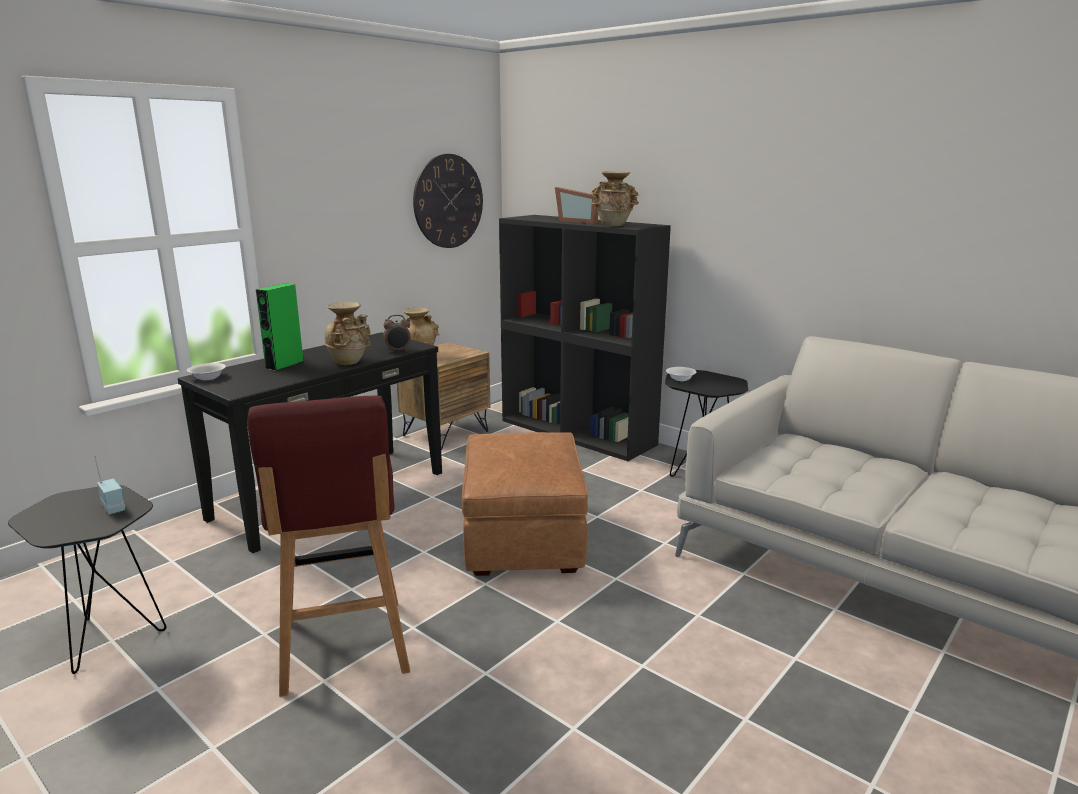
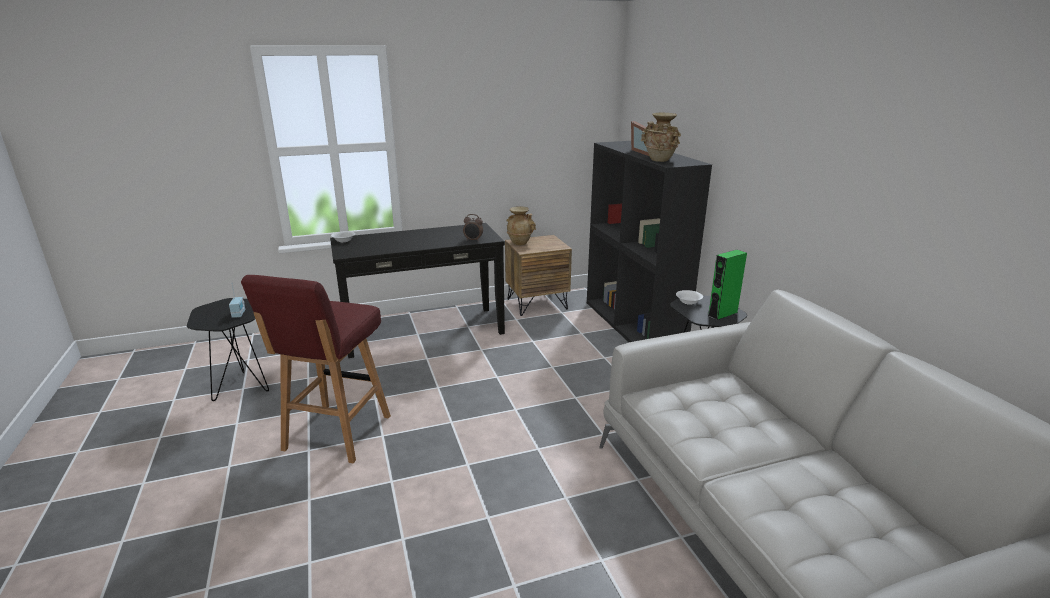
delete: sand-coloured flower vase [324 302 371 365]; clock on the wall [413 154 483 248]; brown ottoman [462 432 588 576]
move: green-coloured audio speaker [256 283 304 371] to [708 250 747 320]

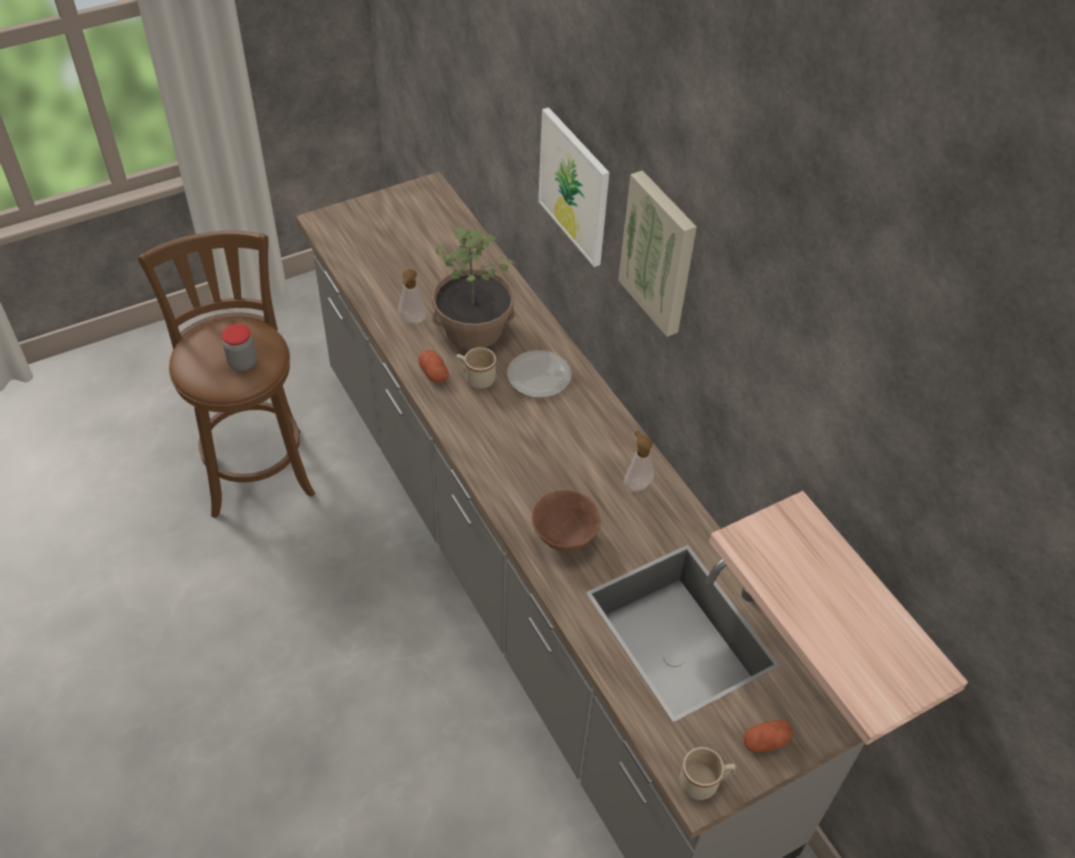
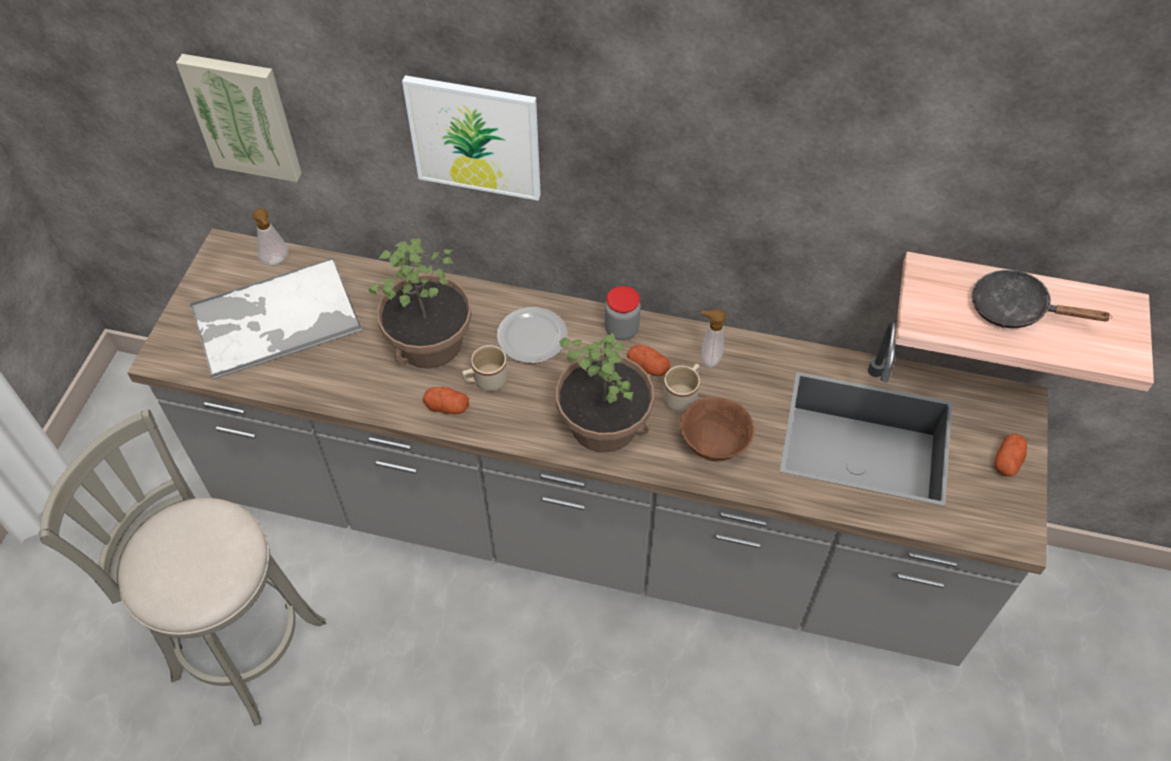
insert: serving tray [190 258 363 380]; plant in a pot [556 332 654 452]; spud [627 345 671 376]; black-coloured frying pan [972 270 1112 328]
move: jar [222 324 257 371] to [605 286 641 340]; soap bottle [398 269 426 324] to [252 208 289 266]; picture [618 170 697 337] to [176 54 302 182]; sand-coloured coffee mug [679 747 736 800] to [663 364 700 412]
recolor: brown stool seat [138 231 315 518] to greyish stool seat [39 410 326 726]

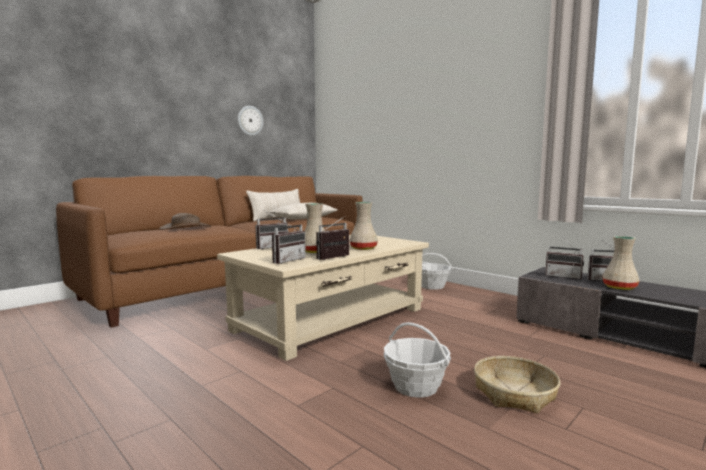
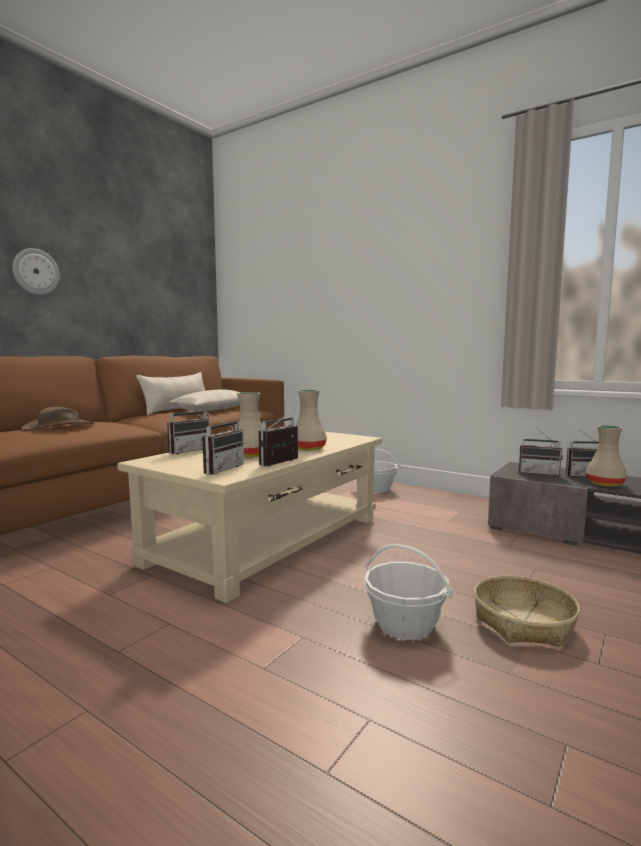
move: clock on the wall [238 106 263 136] to [13 248 60 295]

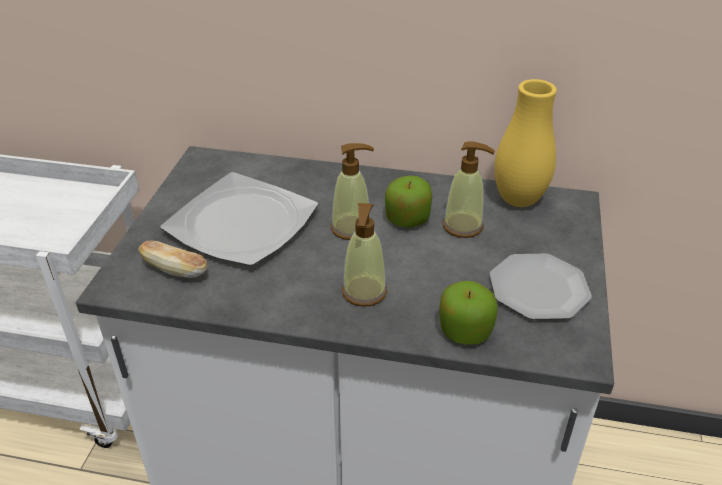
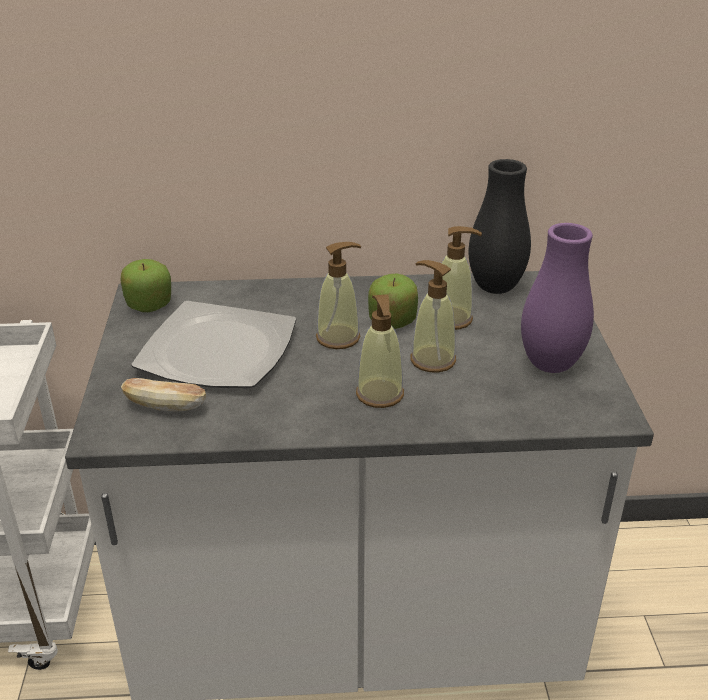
insert: soap bottle [411 260 456 373]
move: apple fruit [439 281 498 345] to [120 259 171 312]
replace: plate [489 254 592 320] to purple-coloured flower vase [521 223 594 373]
recolor: yellow flower vase [494 79 557 207] to black-coloured flower vase [469 159 531 294]

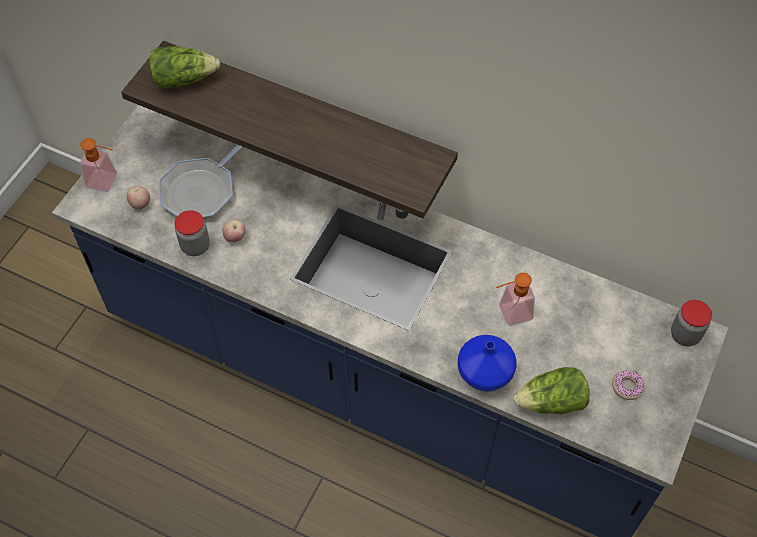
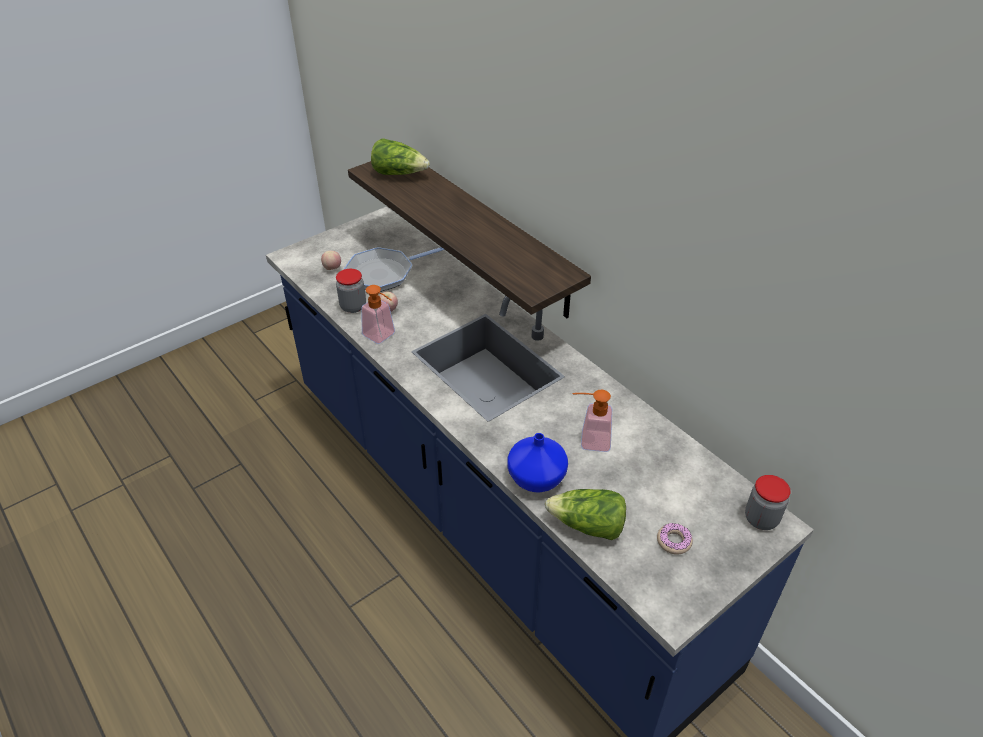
move: soap bottle [80 138 117 192] to [361 285 395 344]

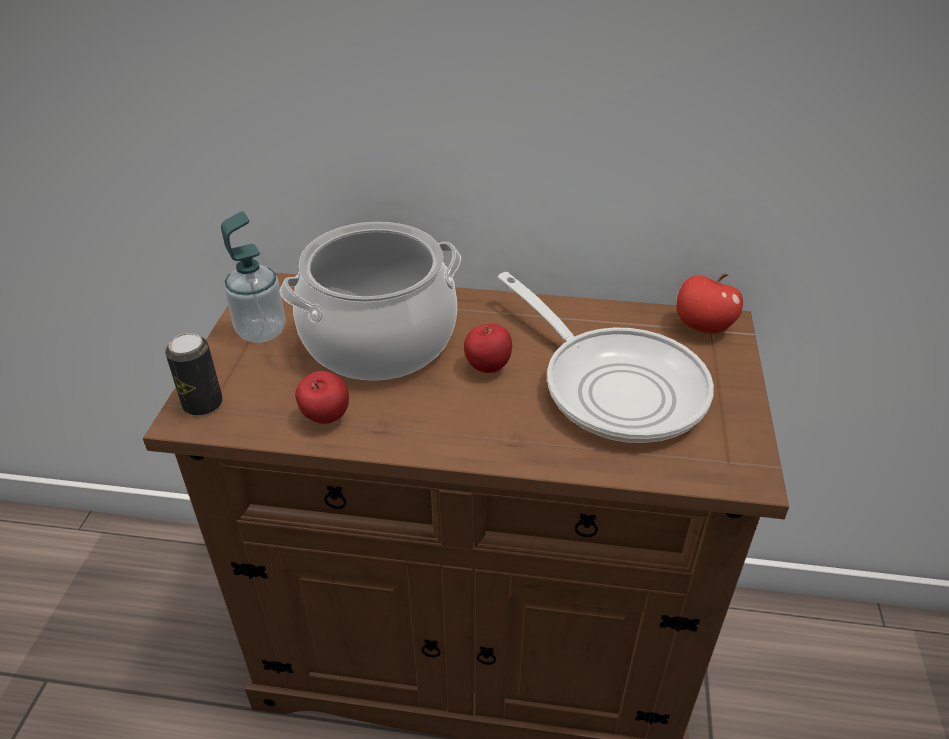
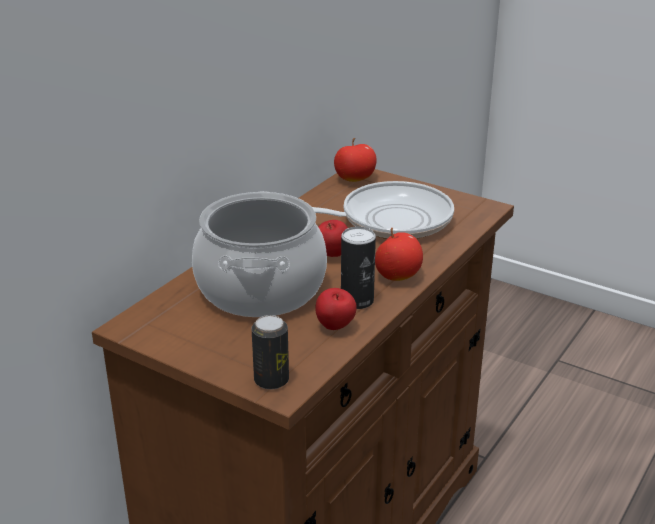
delete: soap bottle [221 211 285 343]
insert: metal can [341 226 376 309]; apple fruit [375 228 423 281]

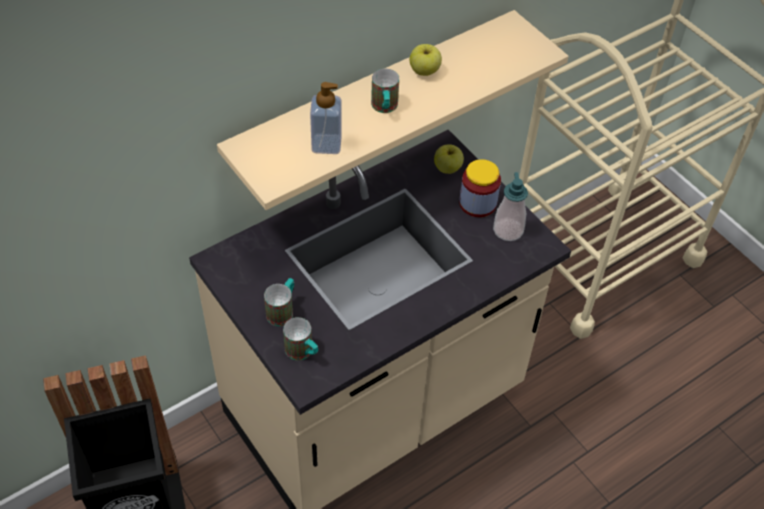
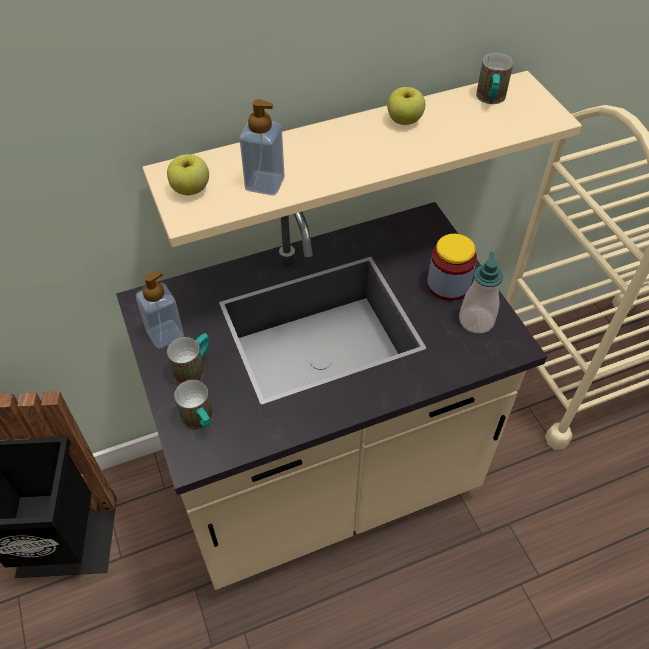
insert: soap bottle [136 271 184 349]
move: coffee mug [371 68 399 113] to [476 53 513 104]; apple fruit [434 144 464 174] to [167 154 209 195]

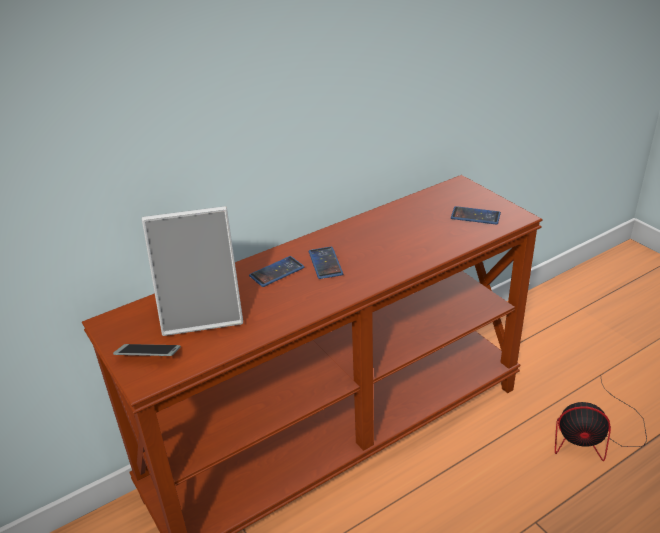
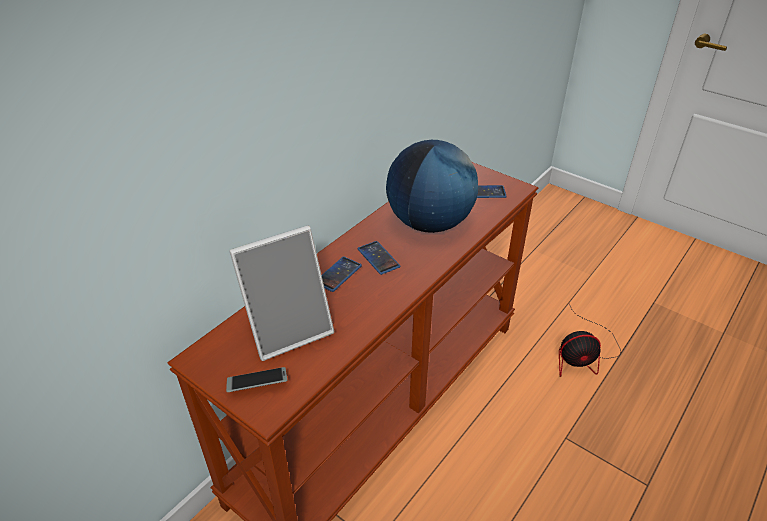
insert: globe [386 140 478 233]

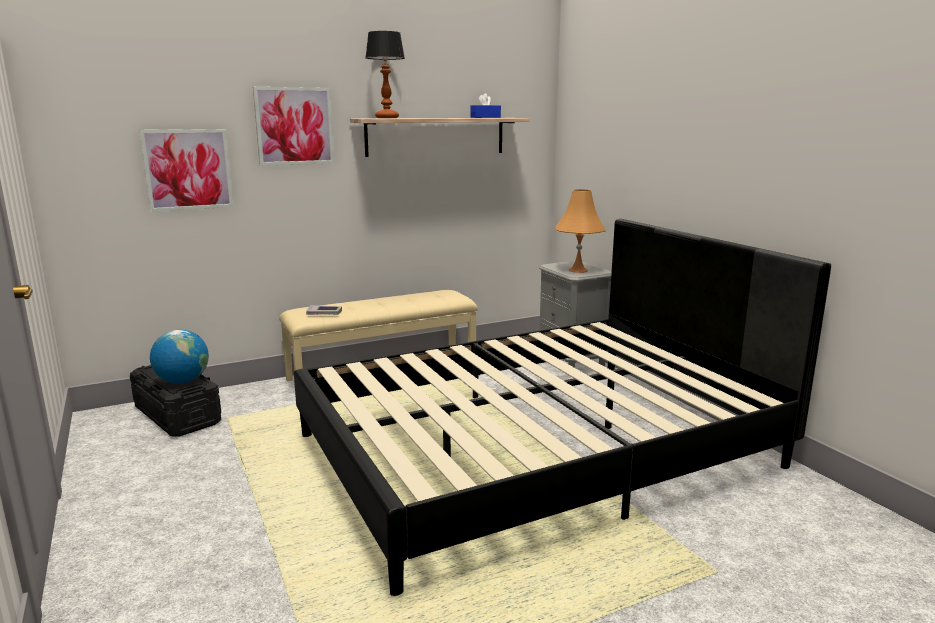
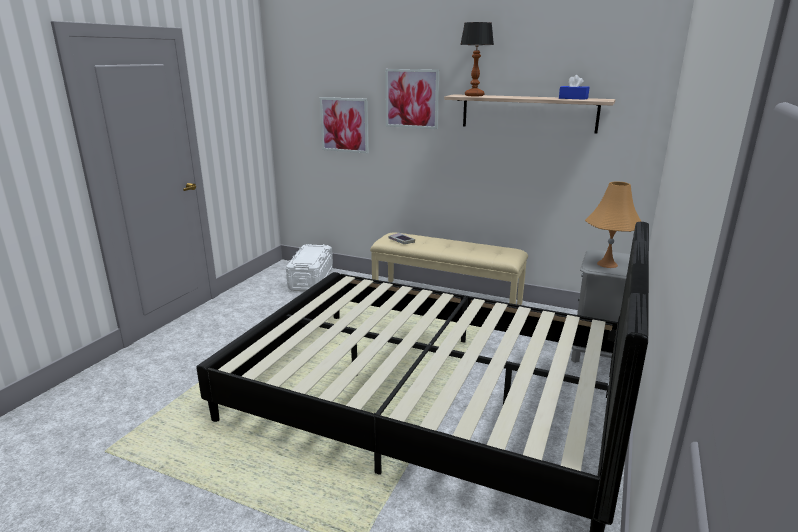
delete: globe [150 330 209 384]
recolor: black-coloured storage bin [130 365 221 437] to white storage bin [286 244 333 291]

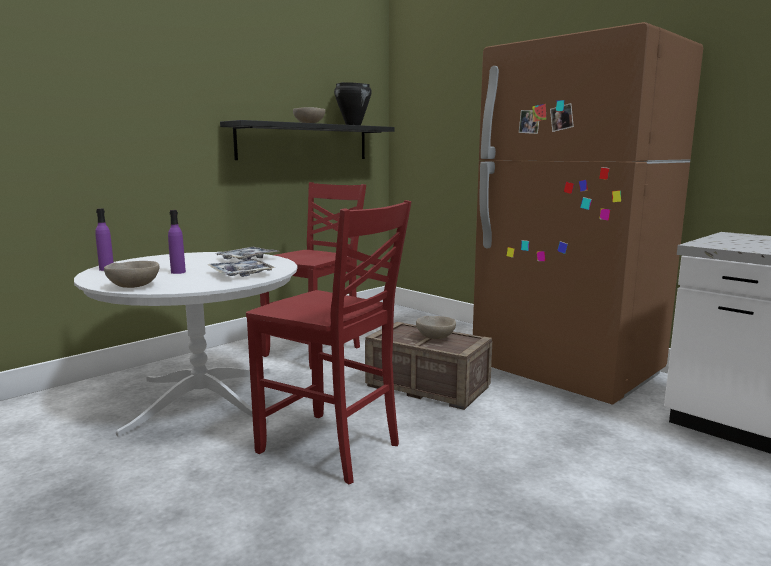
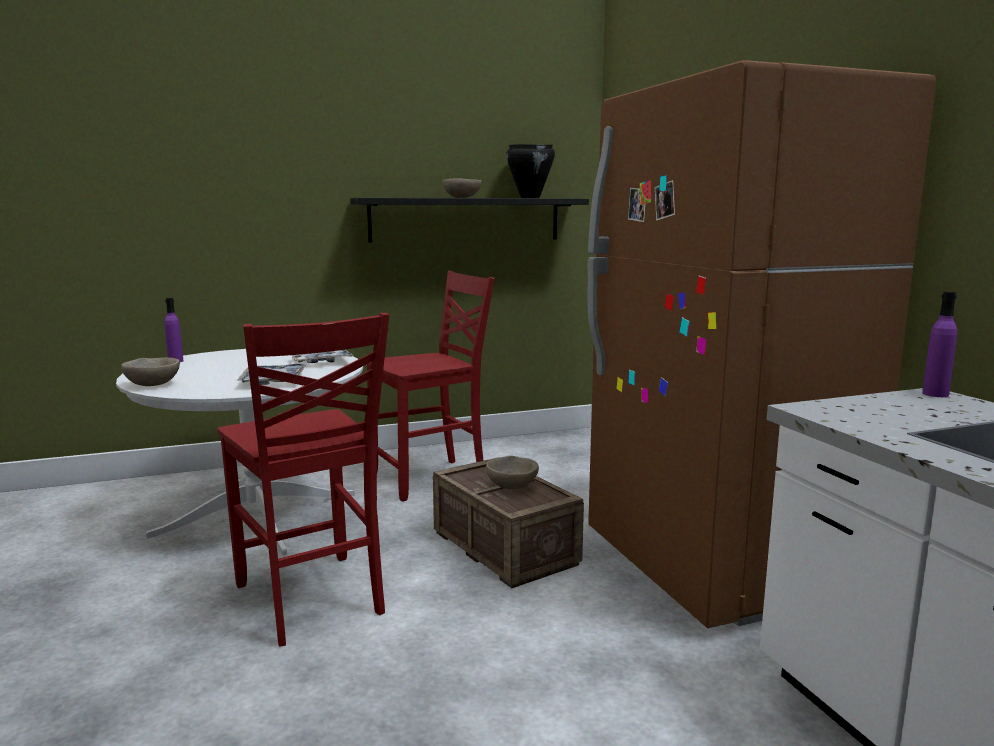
move: purple-coloured beverage bottle [168 210 186 274] to [923 291 957 397]

